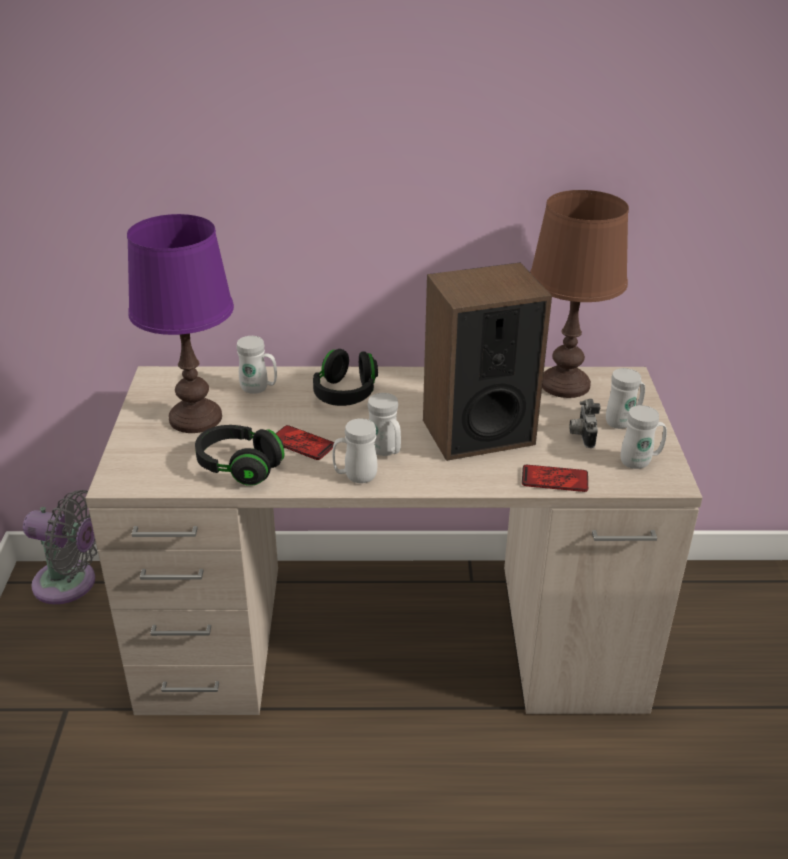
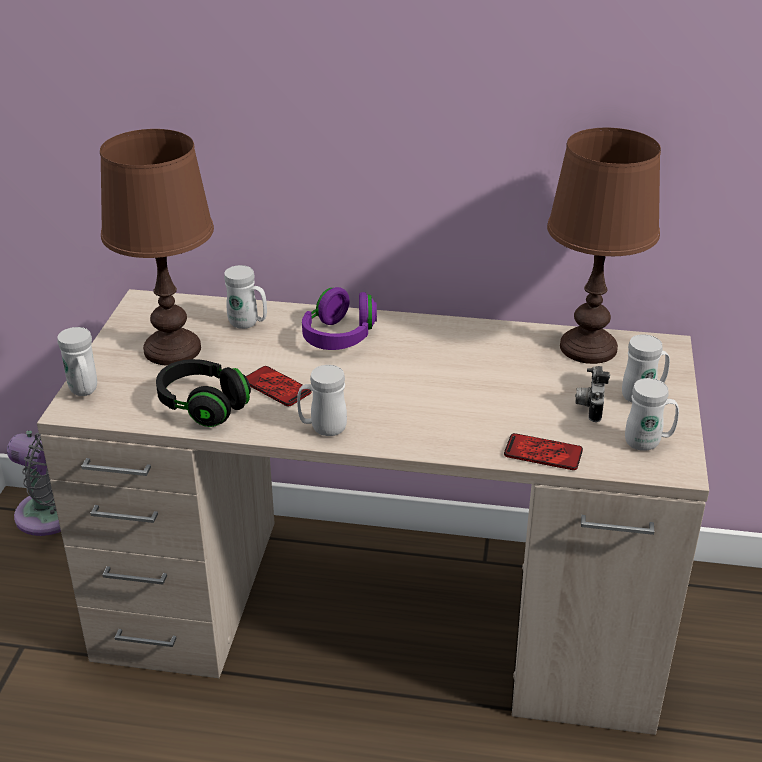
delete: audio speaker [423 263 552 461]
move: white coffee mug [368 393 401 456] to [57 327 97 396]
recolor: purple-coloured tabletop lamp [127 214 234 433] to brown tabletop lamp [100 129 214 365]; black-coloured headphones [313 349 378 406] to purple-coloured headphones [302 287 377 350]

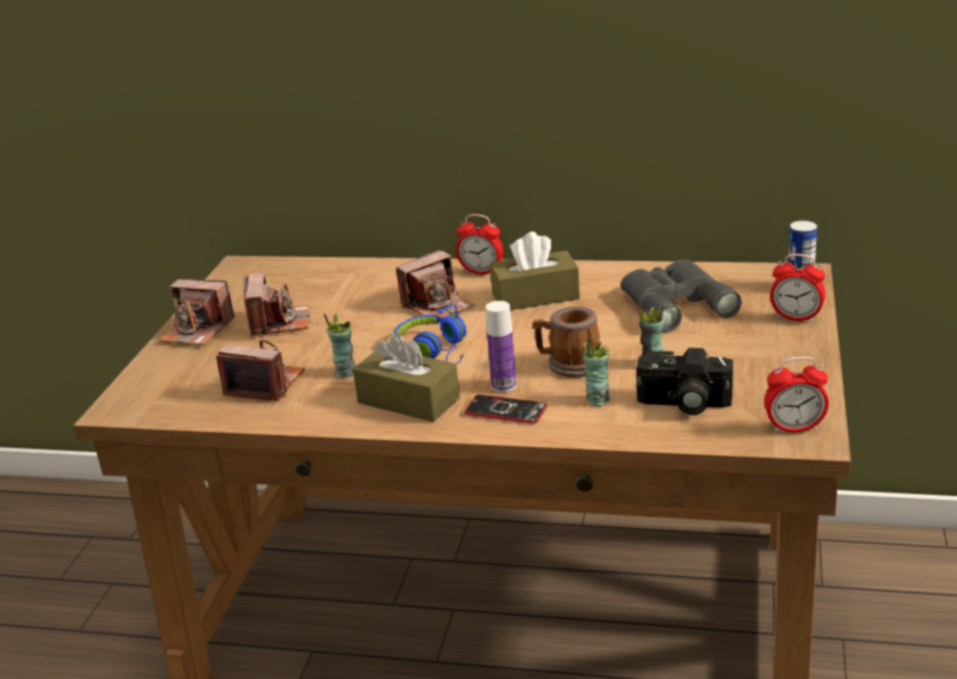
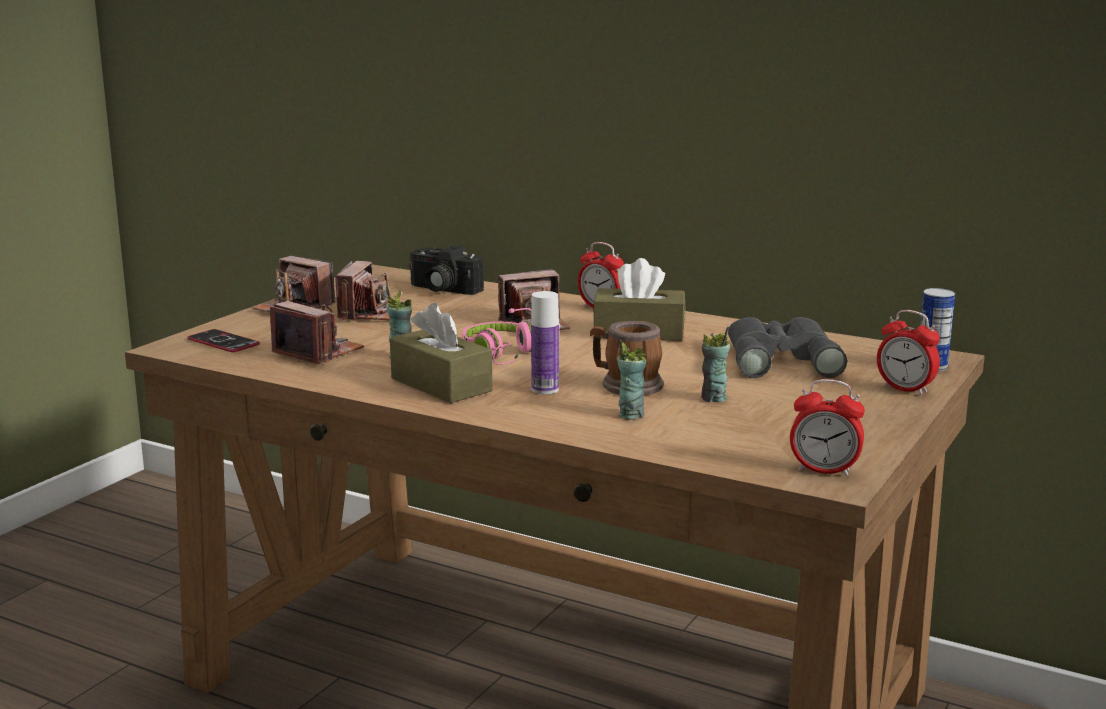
move: handset [464 395 547 424] to [187 329 260 352]; photo camera [636 348 733 415] to [408 245 484 295]
recolor: blue-coloured headphones [393 304 467 365] to pink headphones [462 308 531 365]

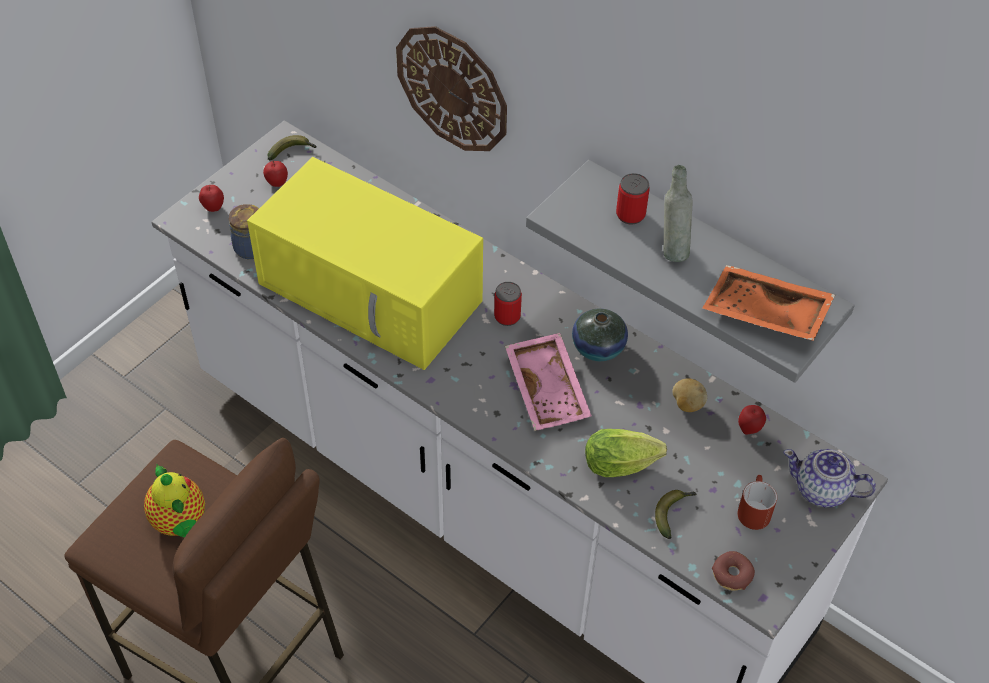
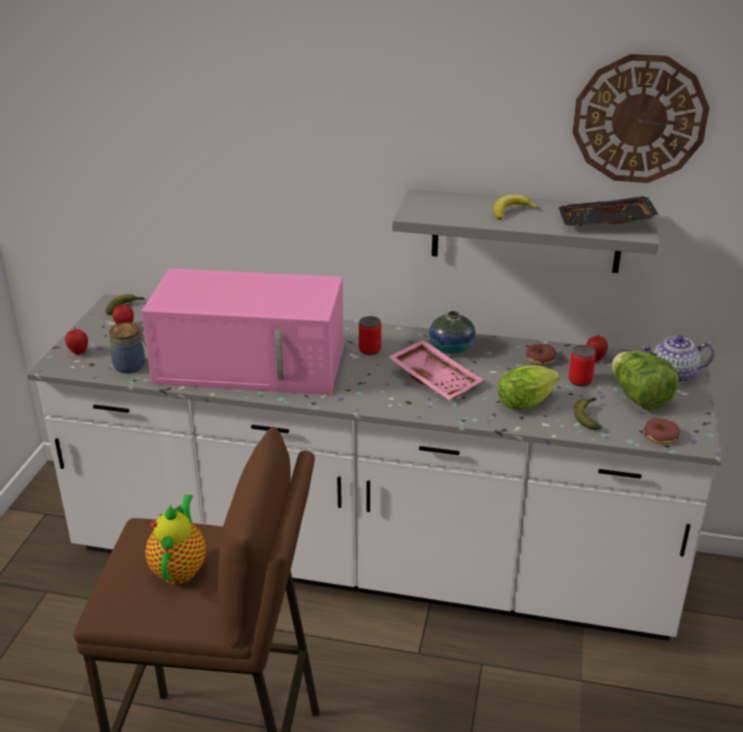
move: clock on the wall [396 26 507 151] to [573 54 710 183]; metal can [616 173 650 225] to [569 345 596 387]
replace: greyish beverage bottle [664 165 692 262] to banana [493 194 539 220]; spud [672 378 707 412] to ring doughnut [526 344 557 365]; red coffee mug [737 475 777 530] to head of lettuce [612 351 678 410]
recolor: yellow kitchen microwave [247 157 483 370] to pink kitchen microwave [141 268 344 395]; orange serving tray [702 265 835 341] to black-coloured serving tray [558 196 659 226]
rotate: tea pot [144 464 205 538] = [145 495 206 584] 120 degrees counterclockwise

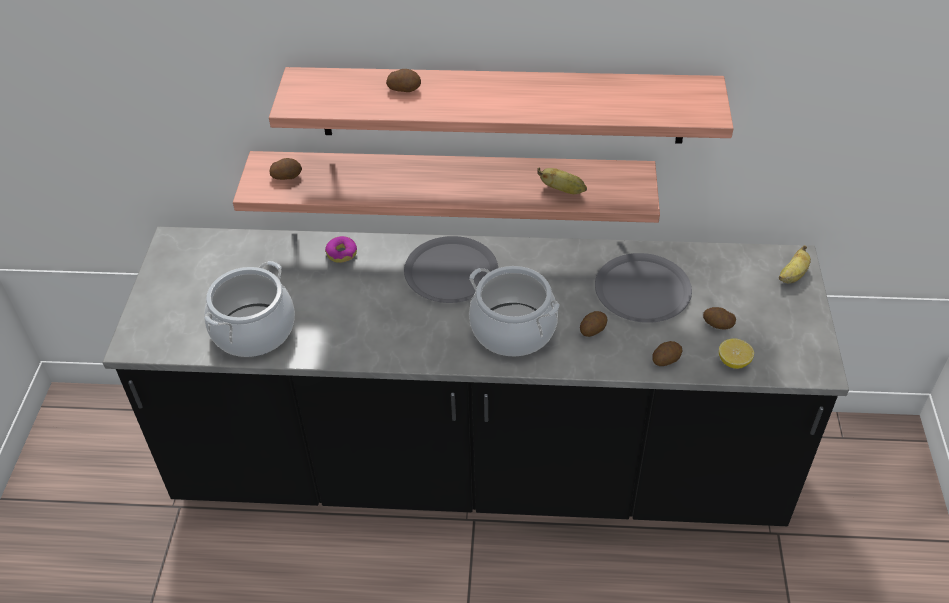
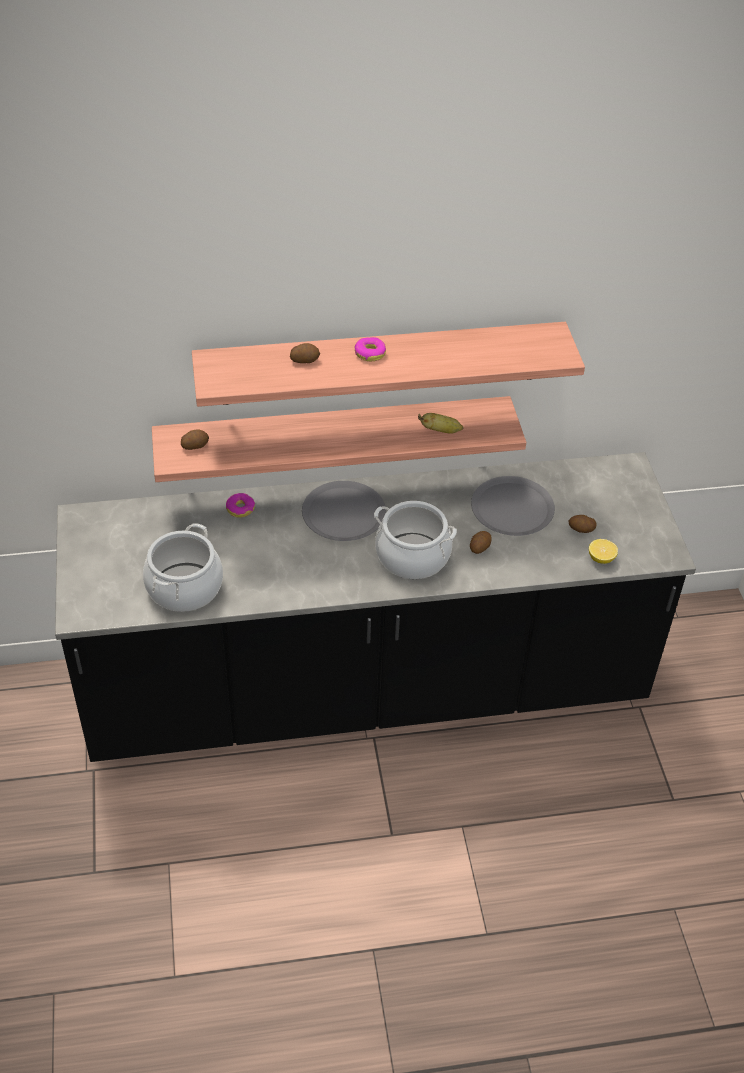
delete: spud [652 341 683 366]; banana [779 245 811 283]
insert: ring doughnut [354 337 386 361]

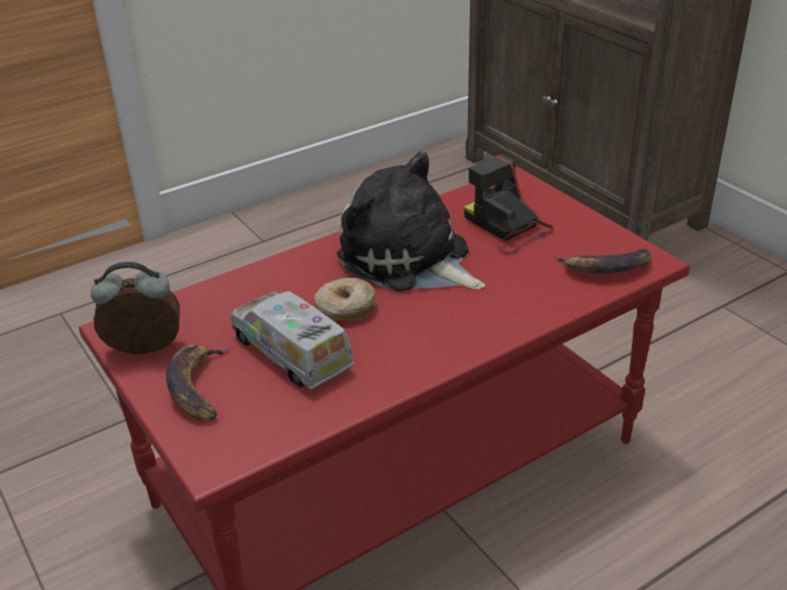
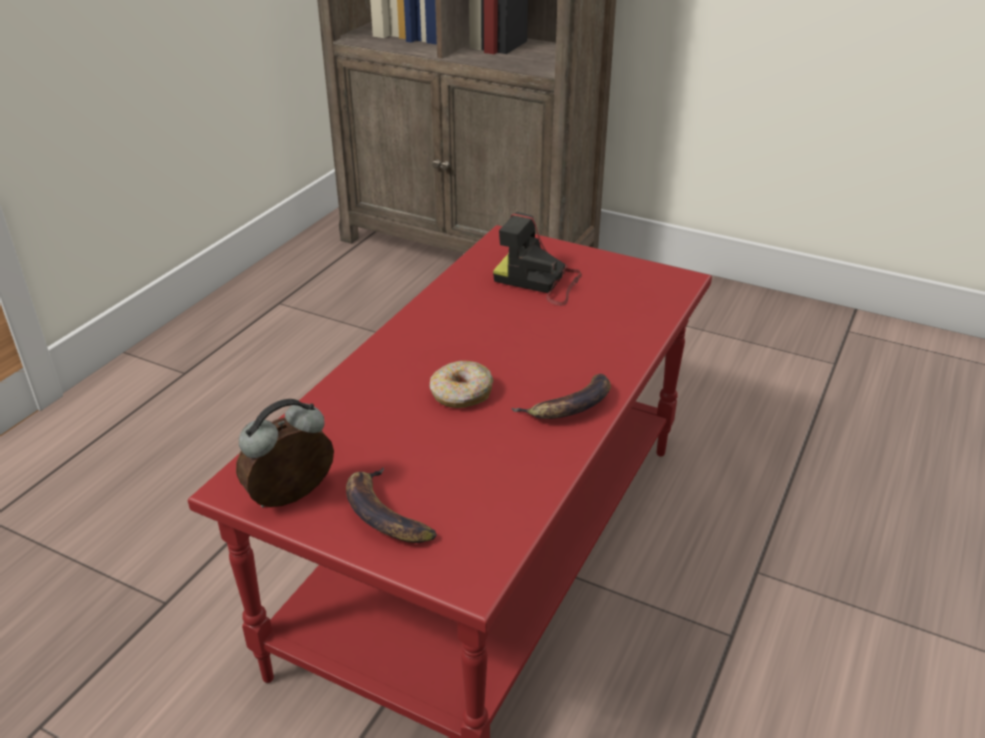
delete: toy lorry [230 291 354 390]; plush toy [337 151 485 292]
move: banana [555 249 652 273] to [511 374 611 419]

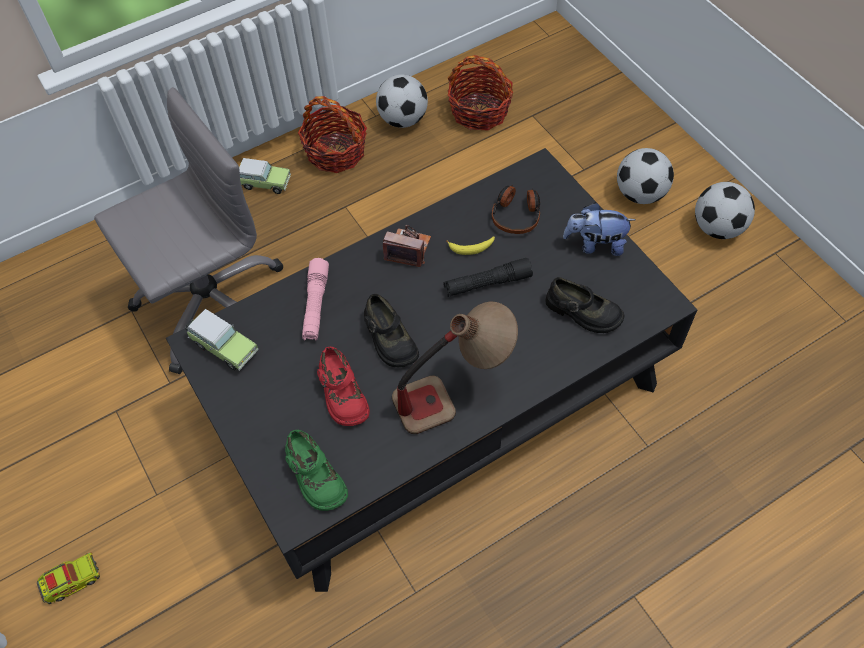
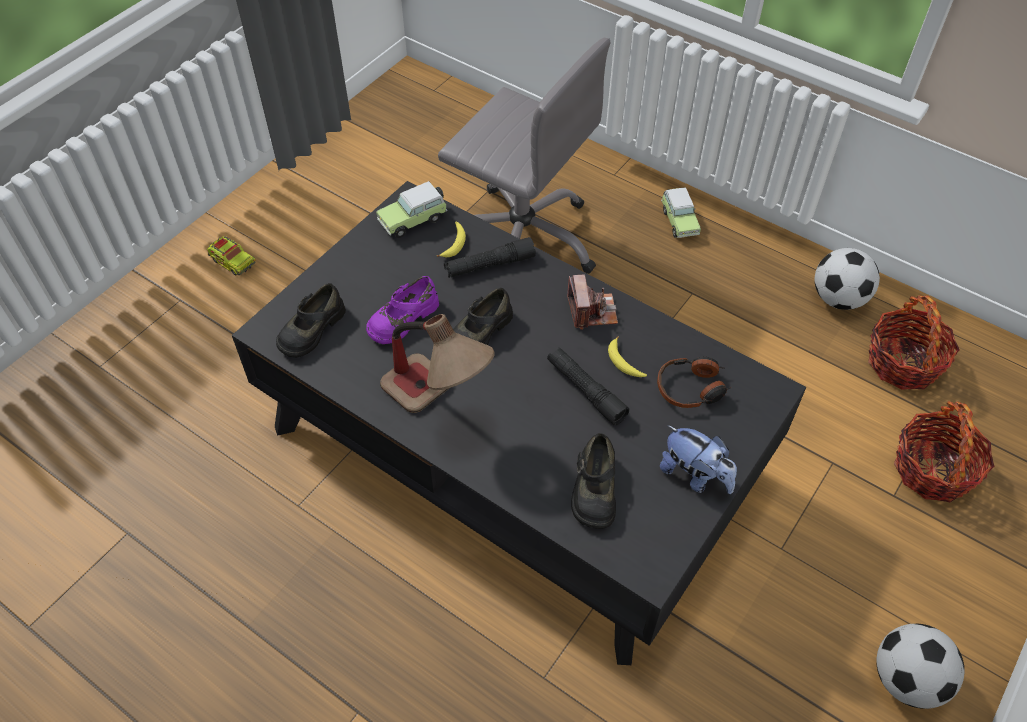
delete: football [617 148 674 204]
insert: banana [437 221 466 258]
move: household basket [298 96 367 173] to [894 401 995 502]
recolor: green-coloured low shoe [285 430 348 511] to black-coloured low shoe [276 283 346 358]; pink flashlight [302 258 329 341] to black-coloured flashlight [444 237 536 278]; red low shoe [317 347 370 426] to purple-coloured low shoe [366 276 439 344]
rotate: toy car [185 309 259 370] = [376 181 448 238] 45 degrees clockwise; plush toy [563 202 635 256] = [660 425 737 494] 150 degrees clockwise

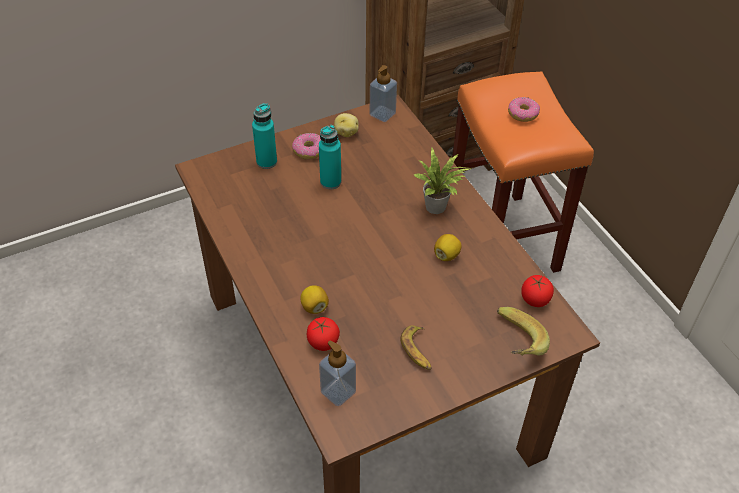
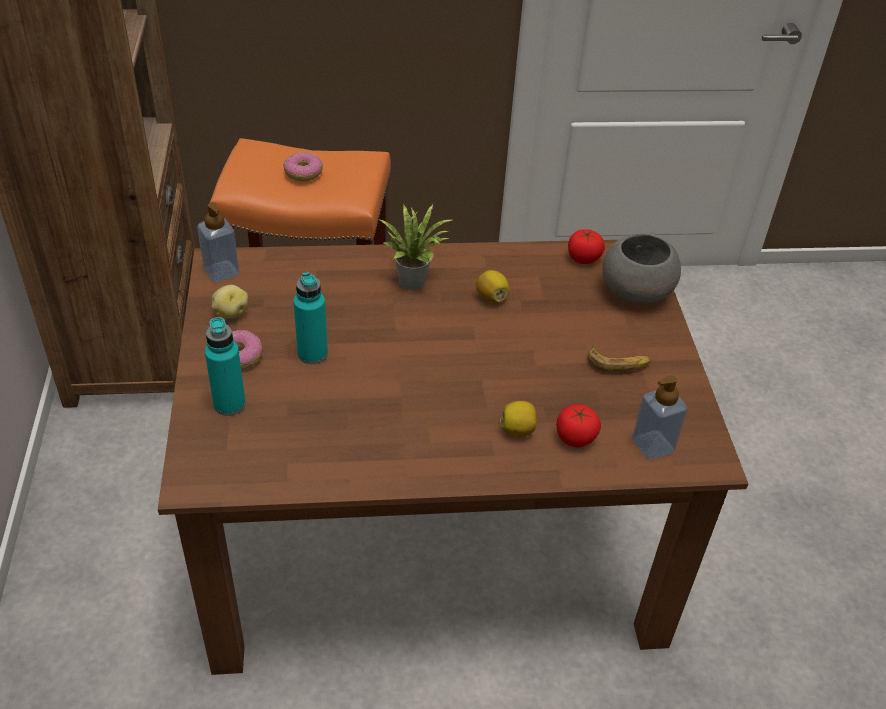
replace: banana [497 307 550 356] to greyish serving bowl [603 232 681 304]

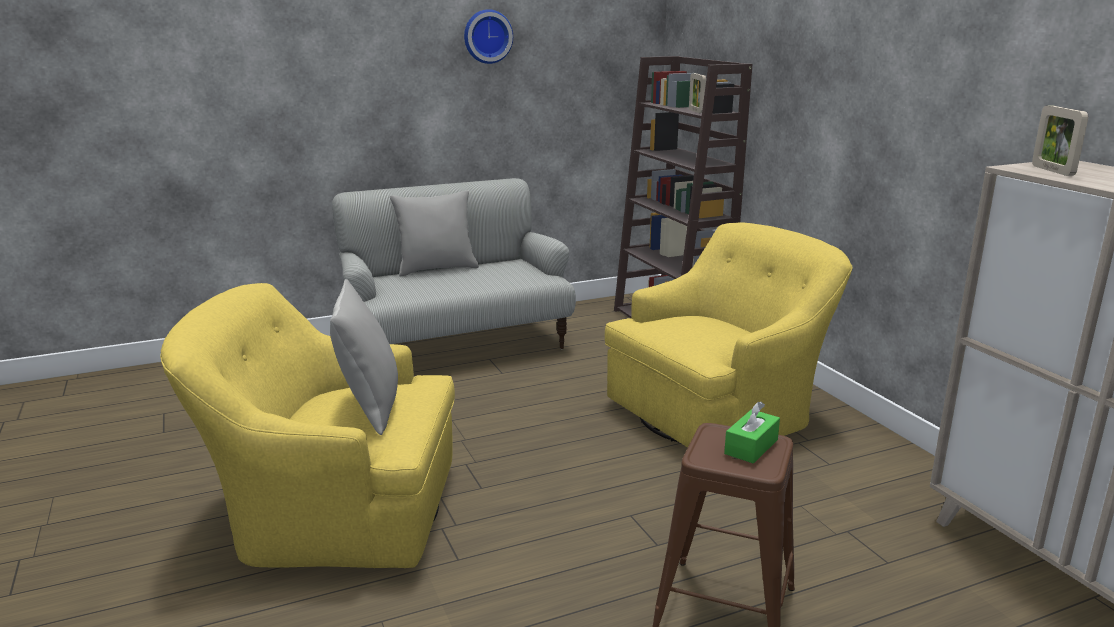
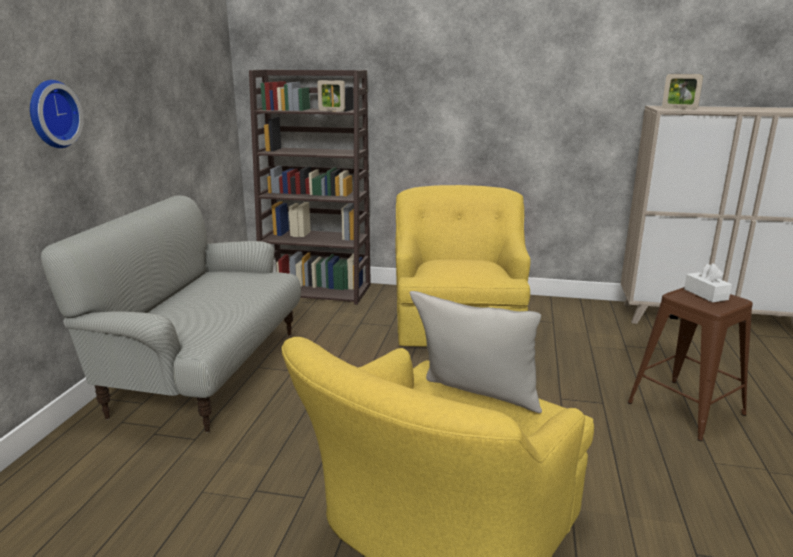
delete: greyish cushion [390 190 479 277]
move: clock on the wall [464 9 513 64] to [30 80 83 148]
recolor: green-coloured box of tissues [724 401 780 463] to white box of tissues [684 263 732 302]

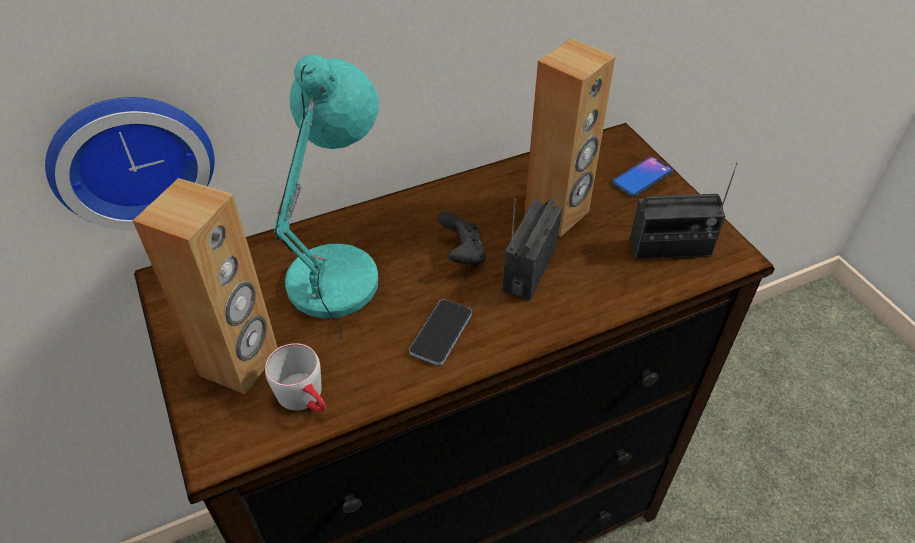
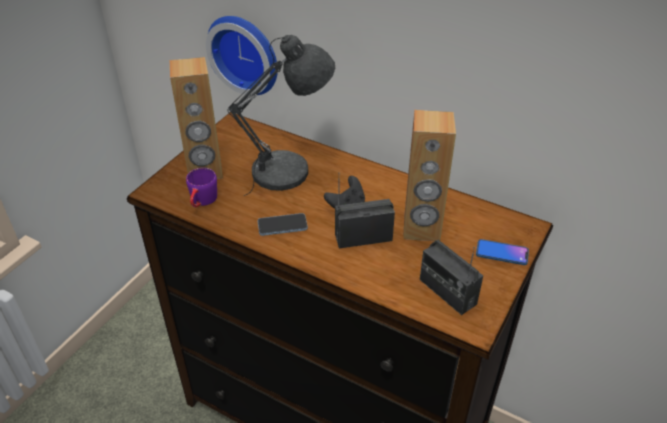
recolor: greyish coffee mug [265 343 326 412] to purple-coloured coffee mug [186 168 217 208]; turquoise-coloured tabletop lamp [274 54 379 345] to greyish tabletop lamp [227 35 335 196]

